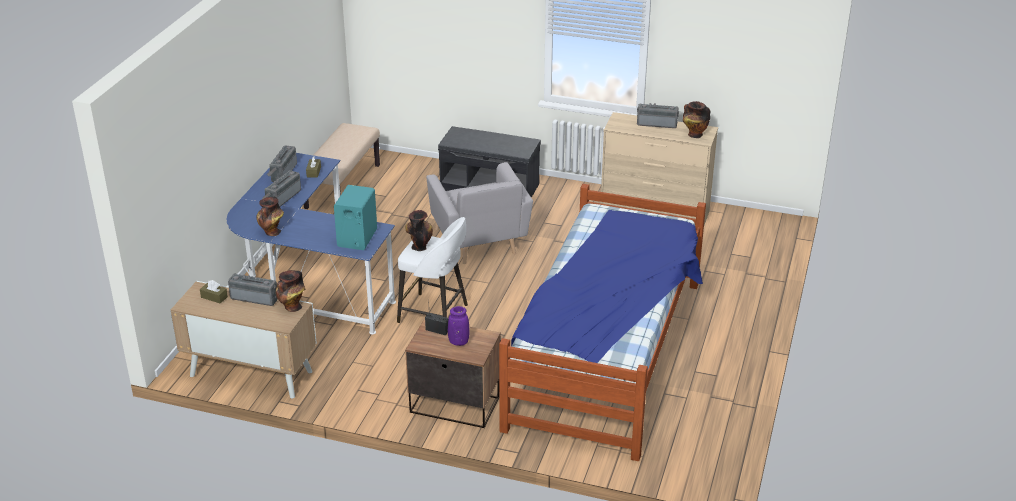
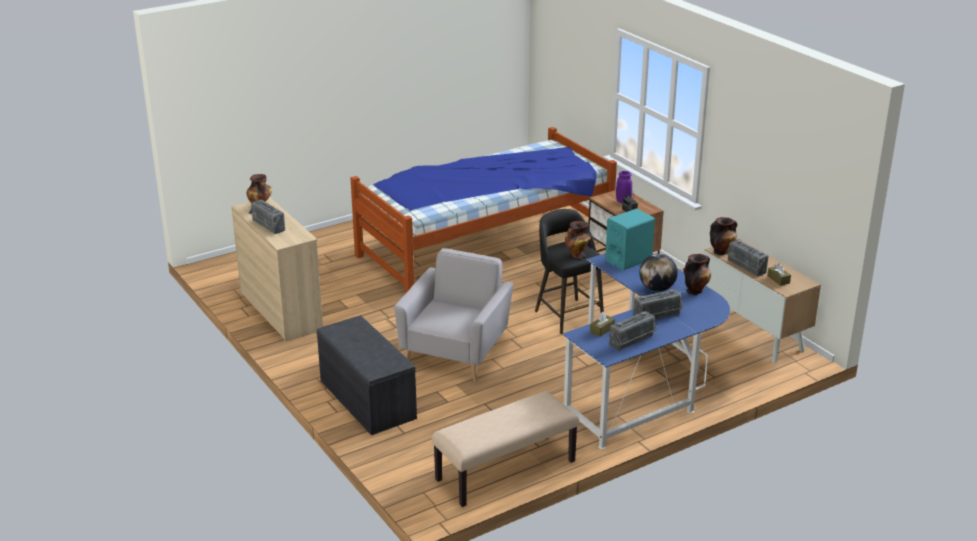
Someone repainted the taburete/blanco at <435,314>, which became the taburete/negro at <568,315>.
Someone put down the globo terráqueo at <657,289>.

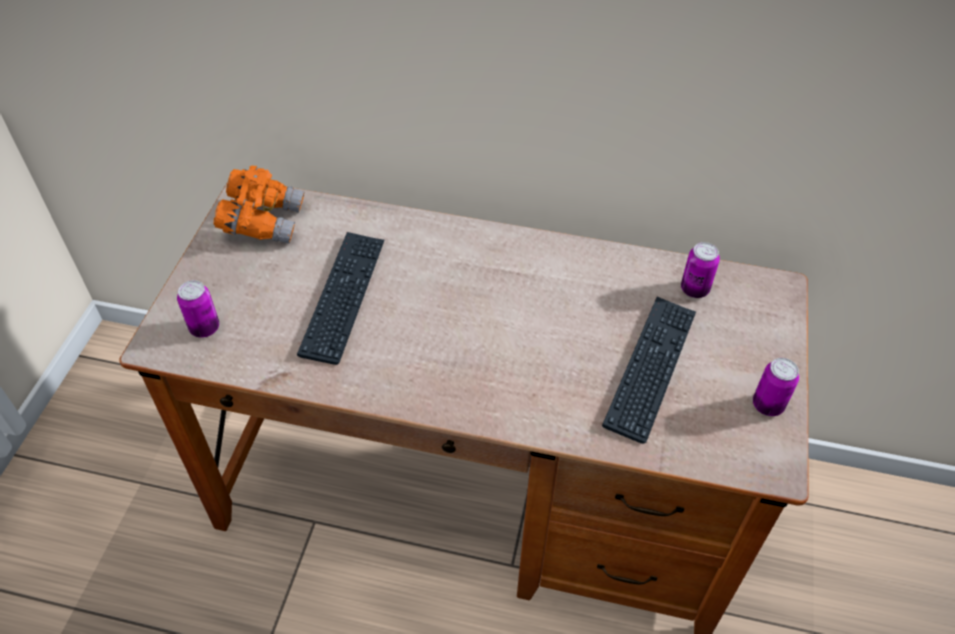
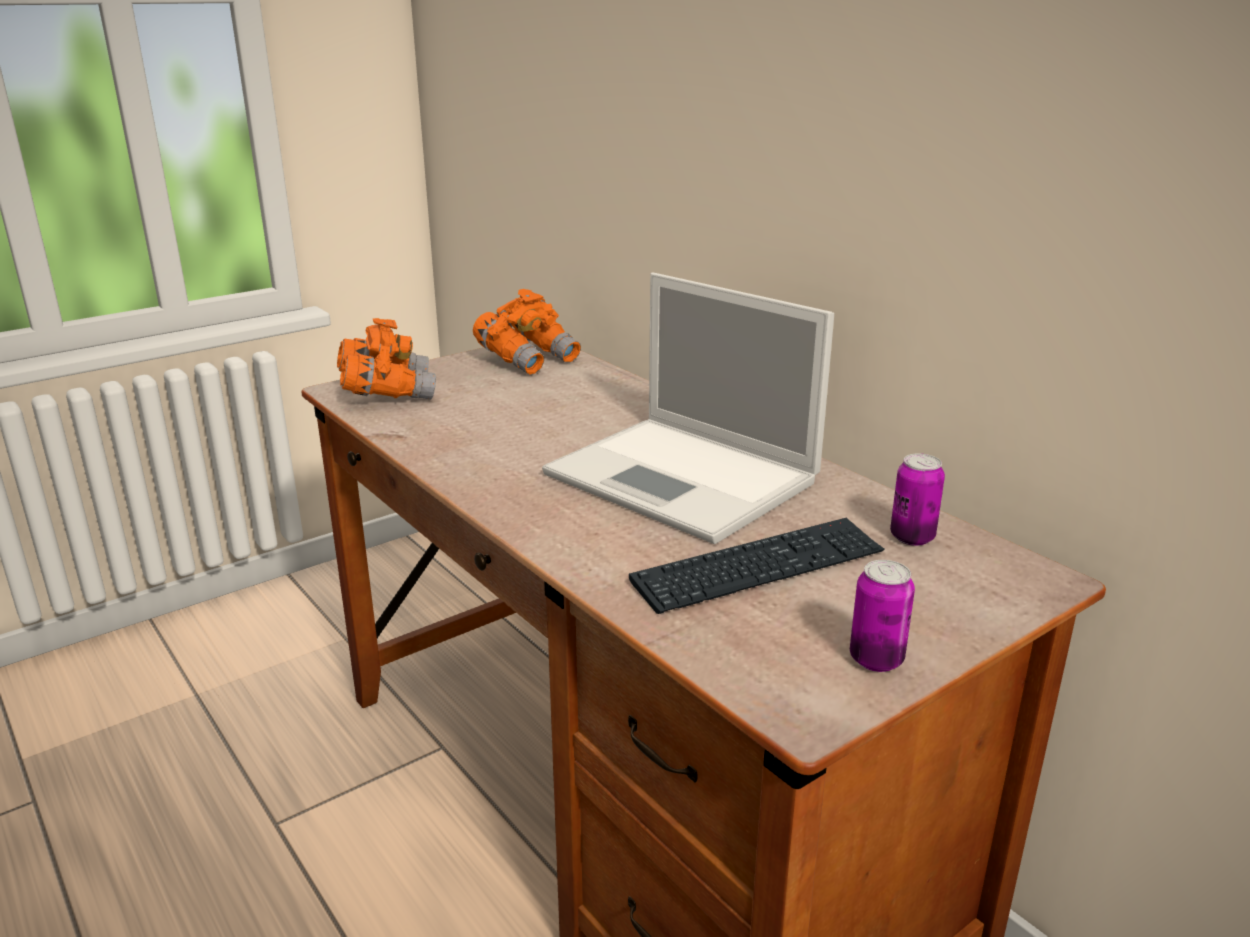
Someone took away the teclado at <343,297>.
Someone swapped the lata at <204,328> for the prismáticos/naranja at <387,393>.
Someone put down the portátil at <685,479>.

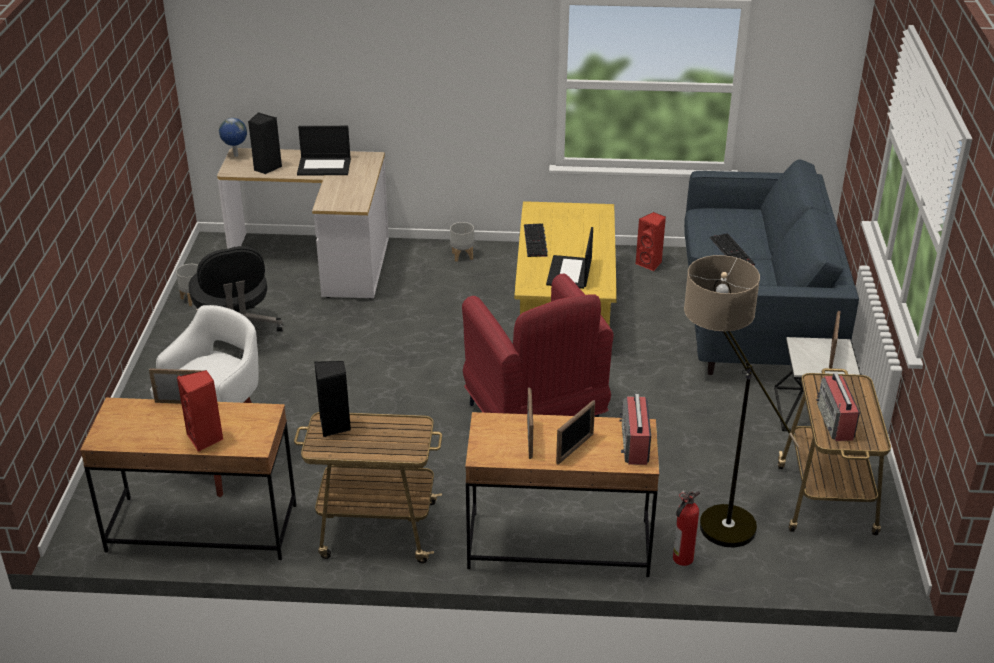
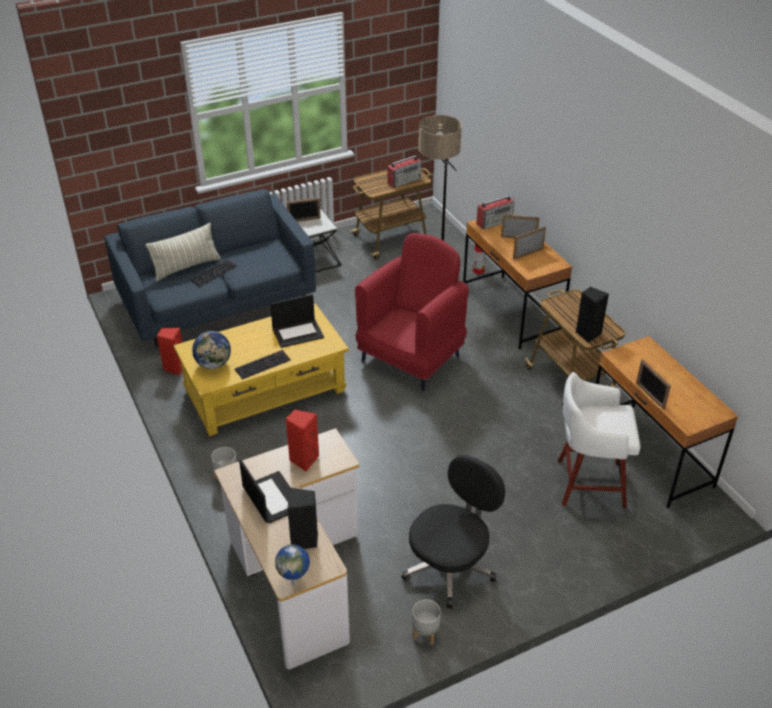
Someone carried the altavoz/rojo from <205,439> to <303,459>.
Someone put down the cojín at <186,267>.
Someone put down the globo terráqueo at <214,364>.

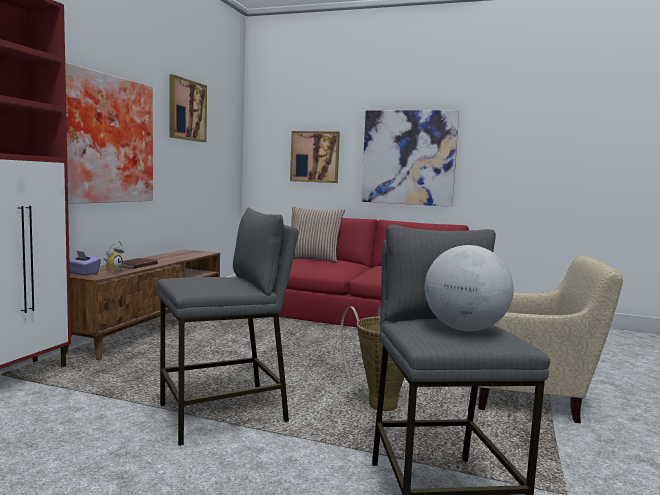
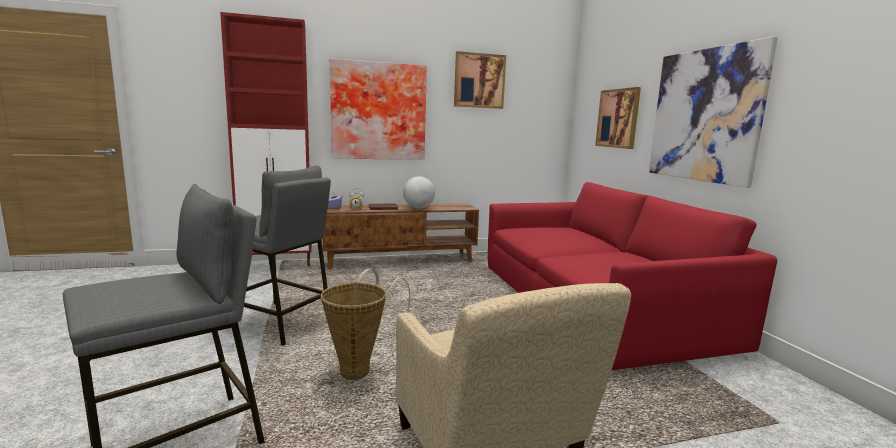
Someone took away the cojín at <312,259>.
Someone carried the globo terráqueo from <464,329> to <418,208>.

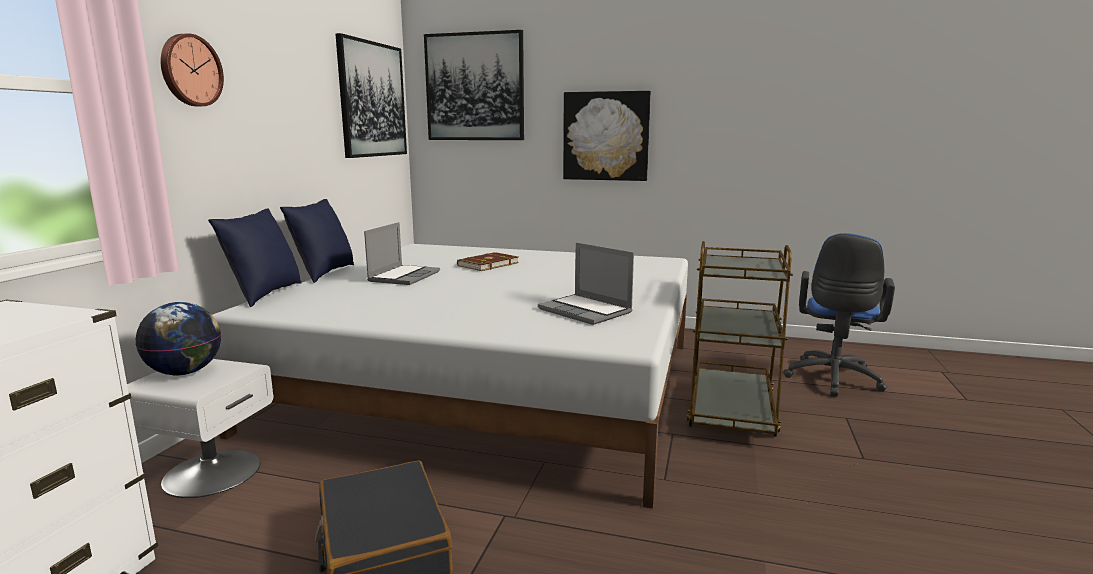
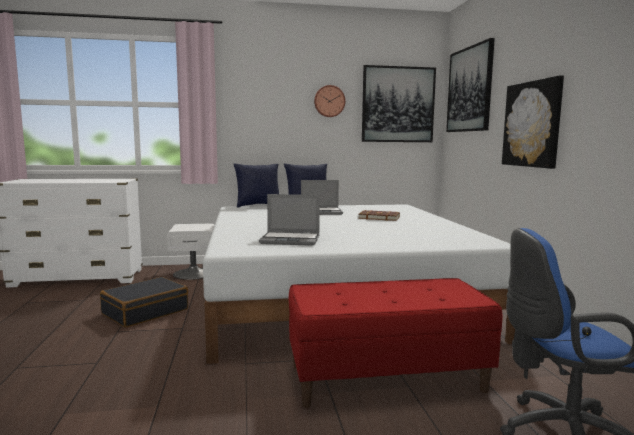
Someone carried the reloj de pared from <190,70> to <329,101>.
Someone swapped the carrito/marrón at <731,412> for the banco/rojo at <386,378>.
Someone rotated the portátil at <586,311> by 105 degrees counterclockwise.
Someone took away the globo terráqueo at <185,372>.

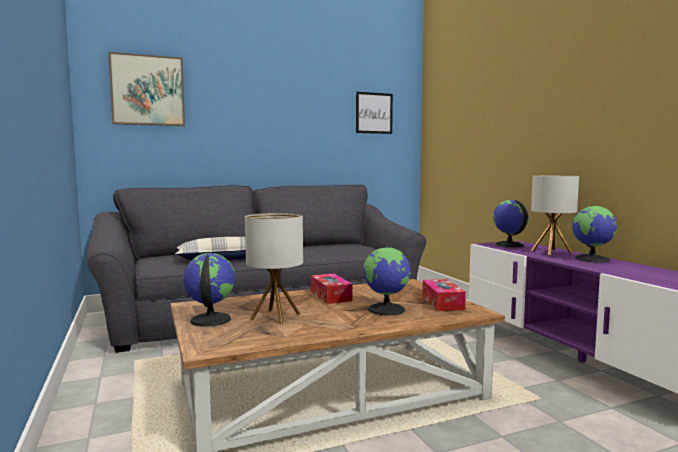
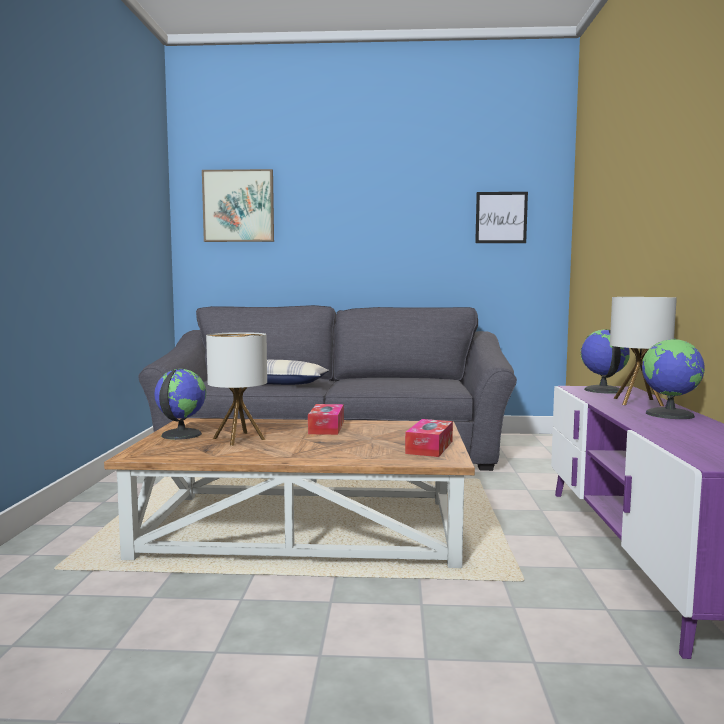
Someone took away the globo terráqueo at <387,309>.

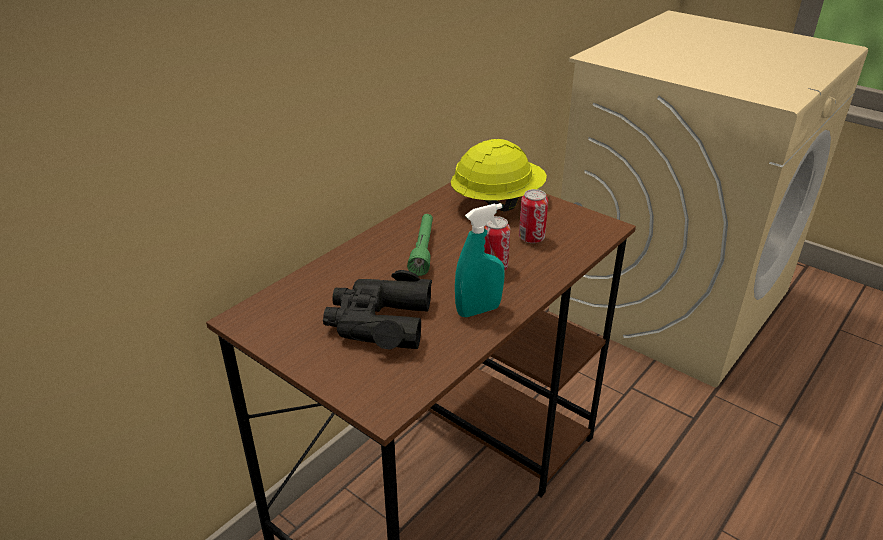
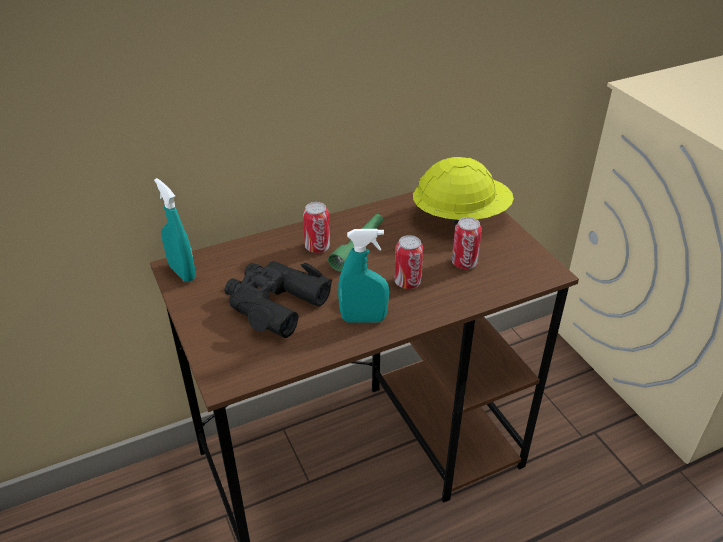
Someone put down the pulverizador/turquesa at <182,272>.
Someone put down the lata at <317,247>.

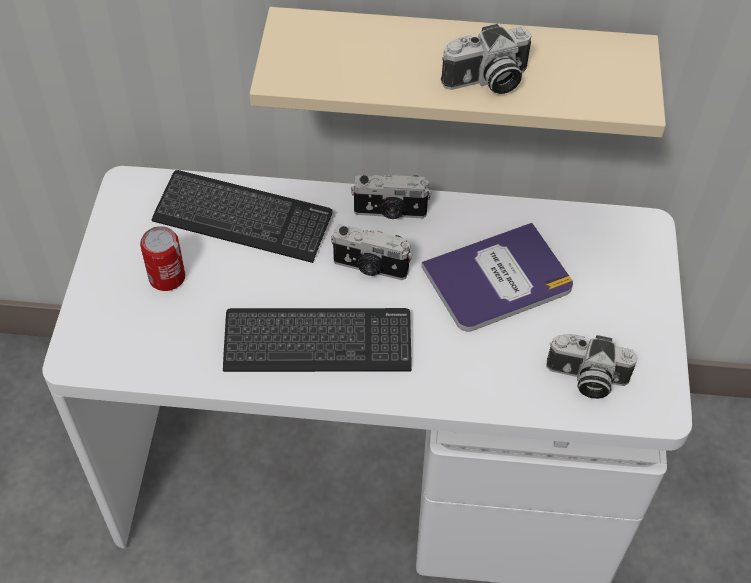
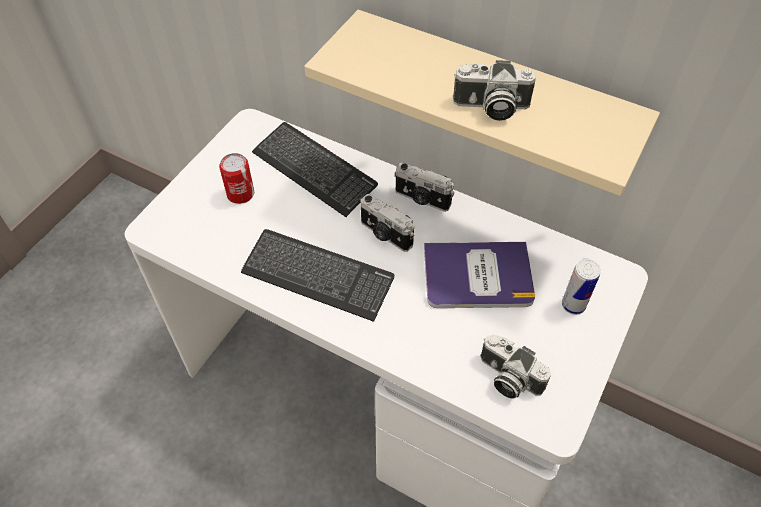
Someone put down the lata at <573,305>.

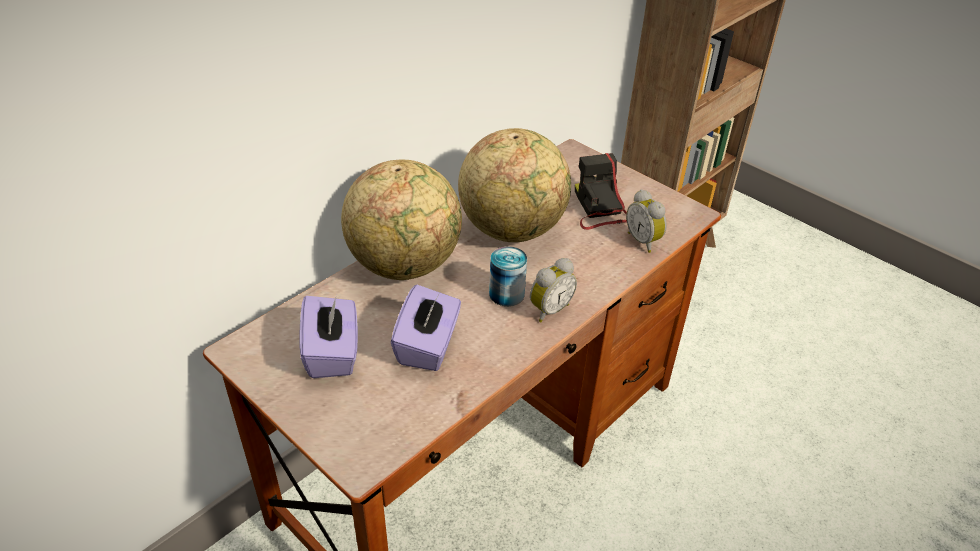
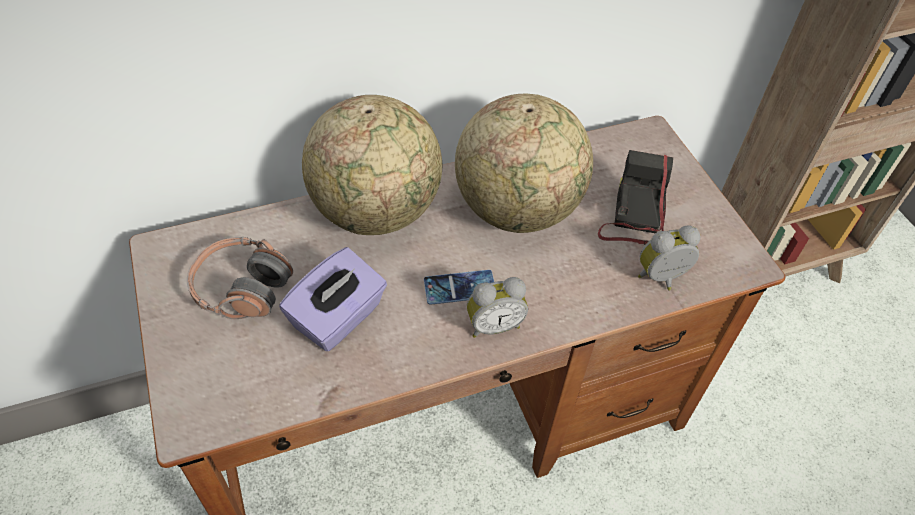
Someone rotated the despertador at <644,241> by 75 degrees clockwise.
Someone swapped the lata at <506,294> for the móvil at <460,287>.
Someone swapped the caja de pañuelos/morado at <333,353> for the auriculares at <242,288>.

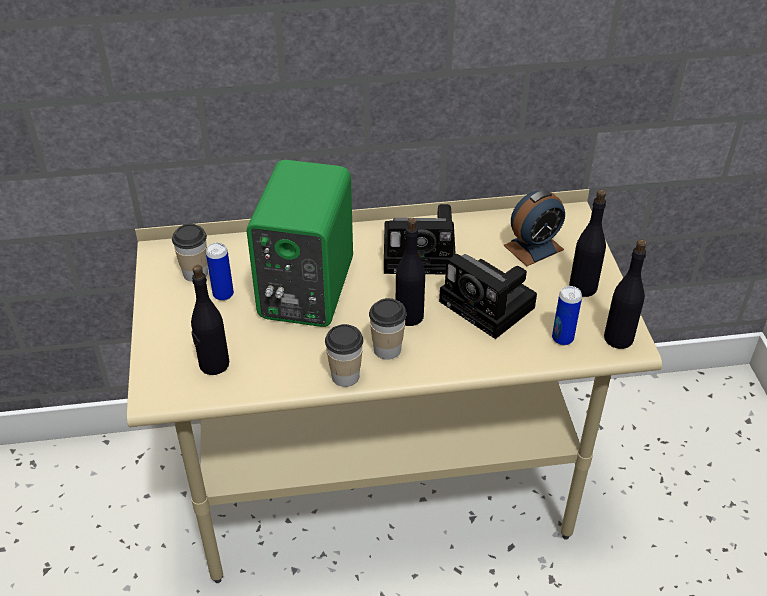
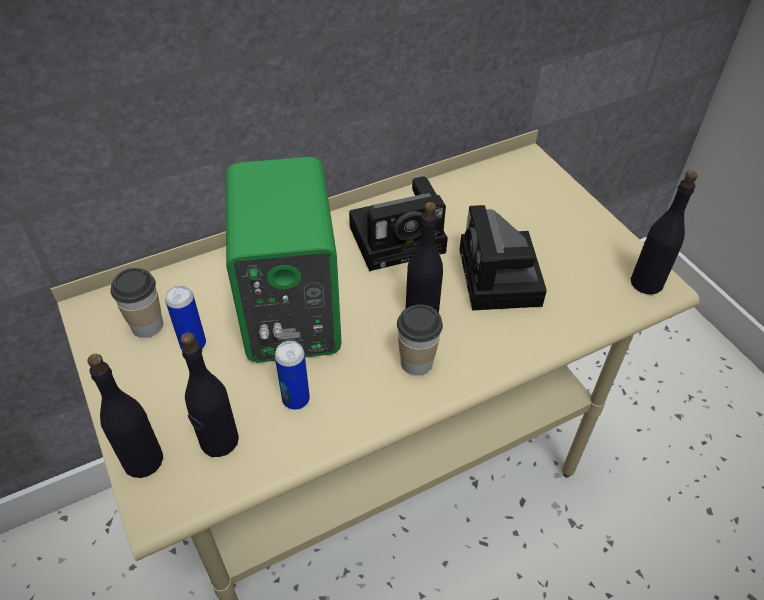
Someone took away the despertador at <533,247>.
Someone carried the botella/negro from <583,287> to <143,460>.
Someone rotated the cámara at <490,306> by 60 degrees clockwise.
Someone carried the lata from <562,338> to <296,399>.
Someone took away the taza at <345,376>.

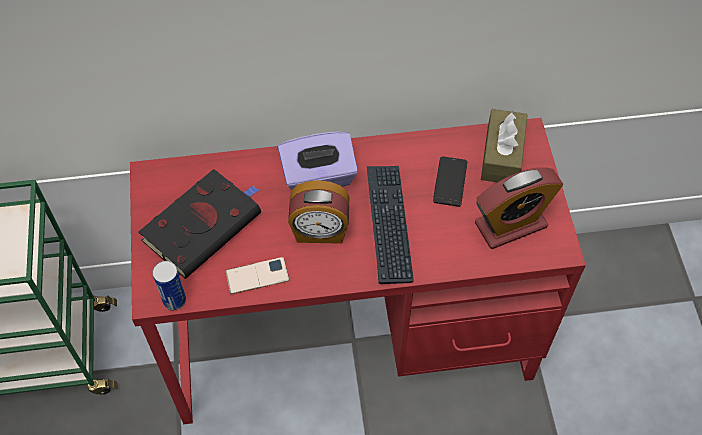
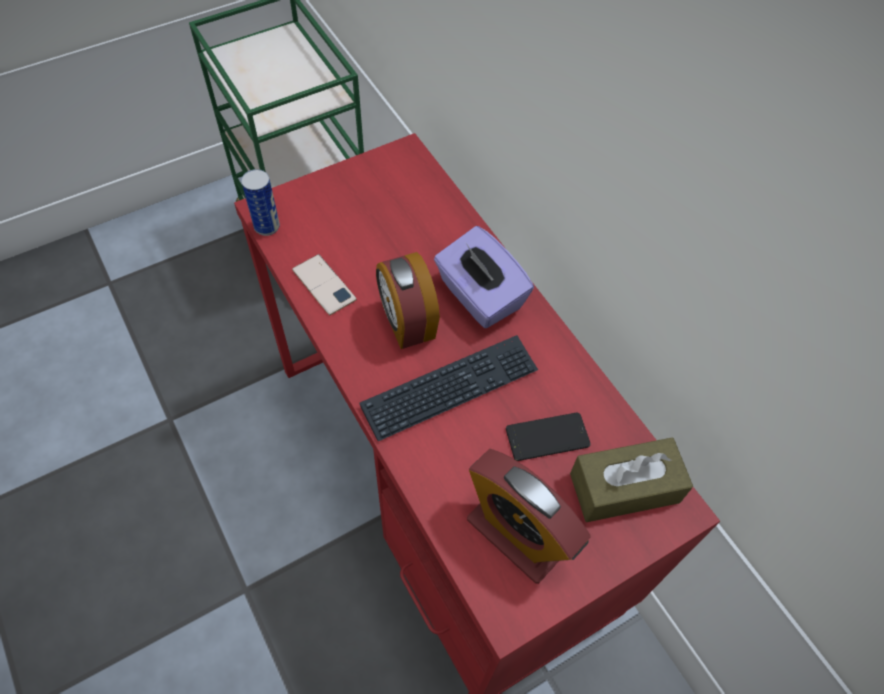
Someone took away the libro/negro at <204,225>.

